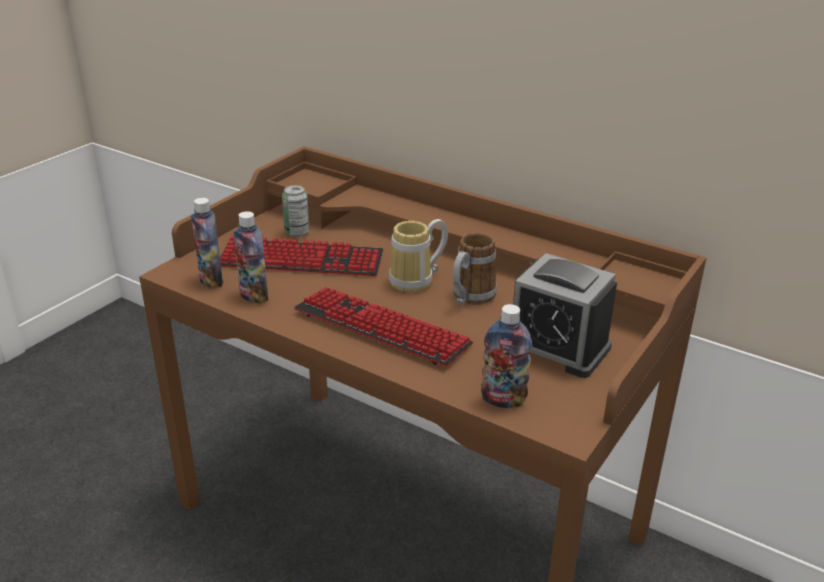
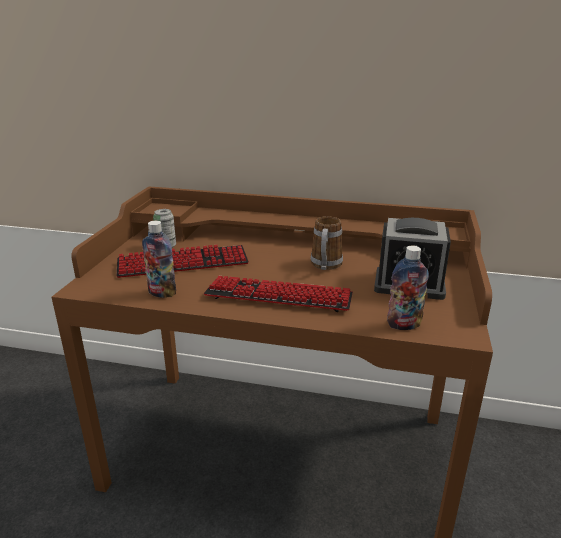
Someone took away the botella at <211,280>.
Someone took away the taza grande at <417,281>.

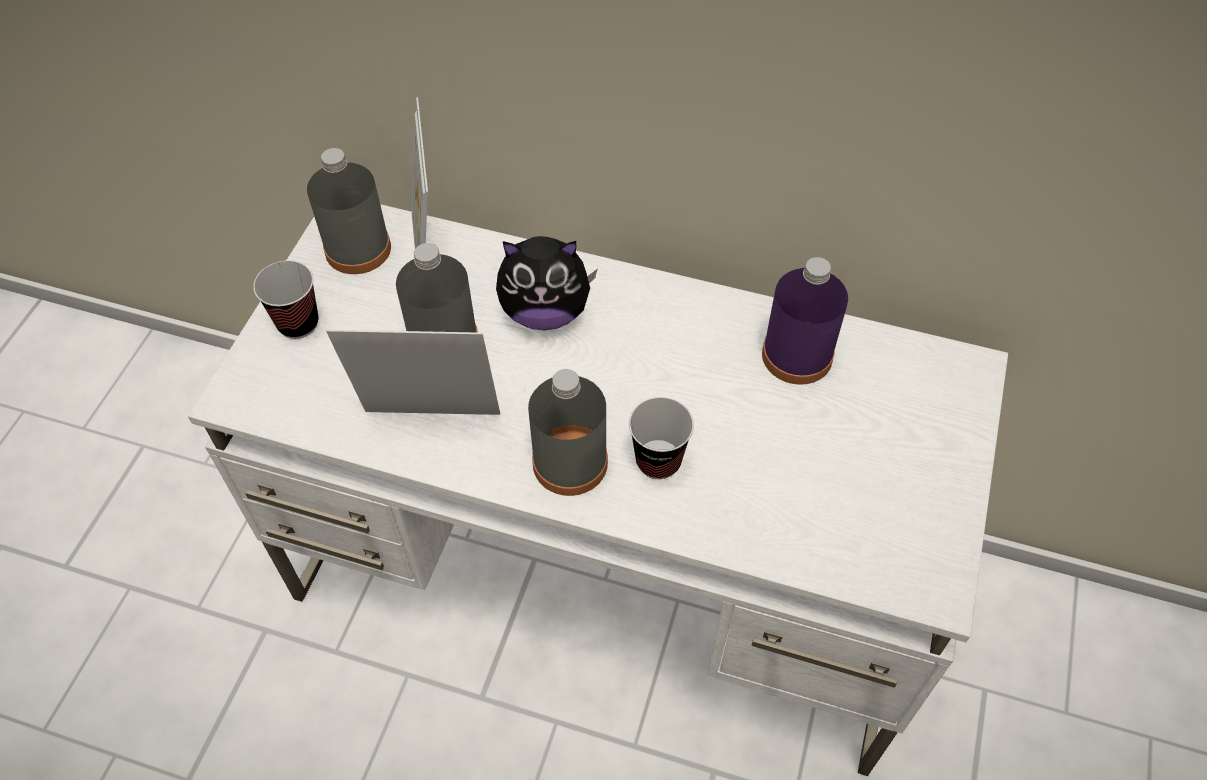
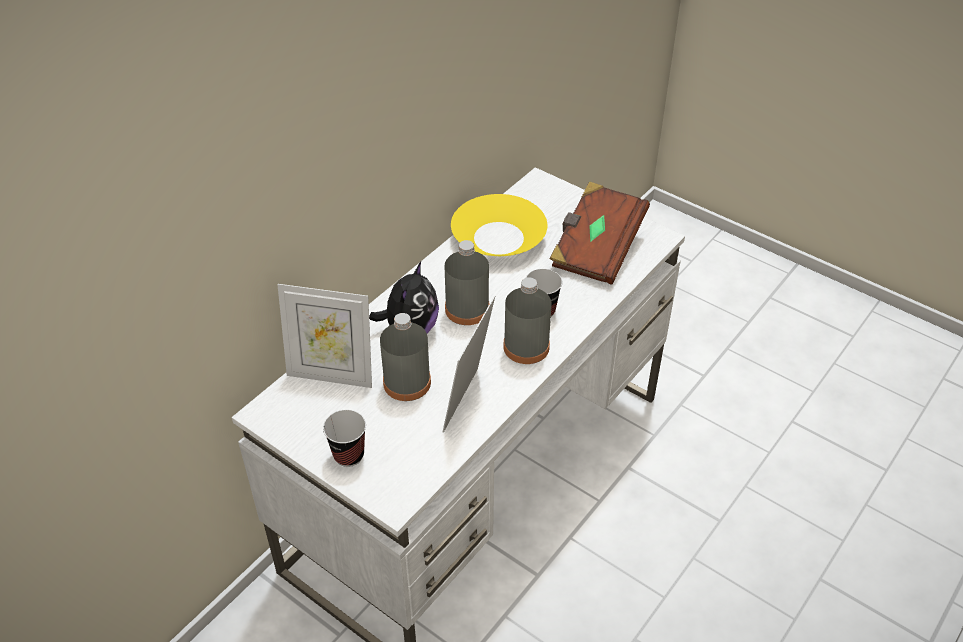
Someone carried the botella/gris from <358,249> to <467,309>.
Someone swapped the botella/morado at <797,355> for the cuenco/amarillo at <498,238>.
Someone put down the libro/marrón at <596,249>.

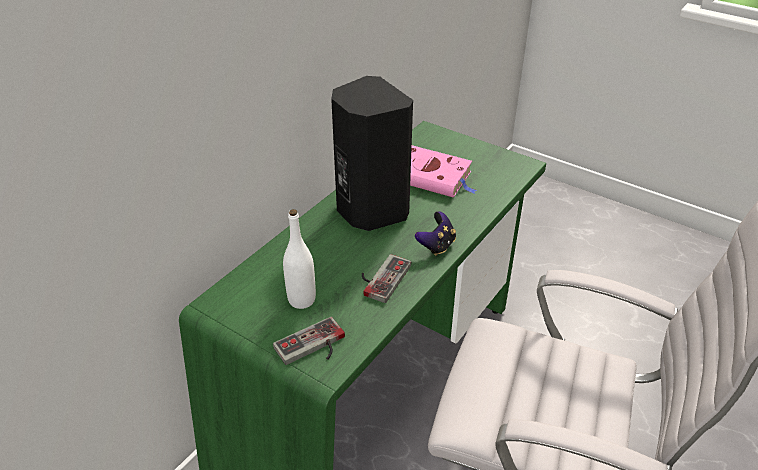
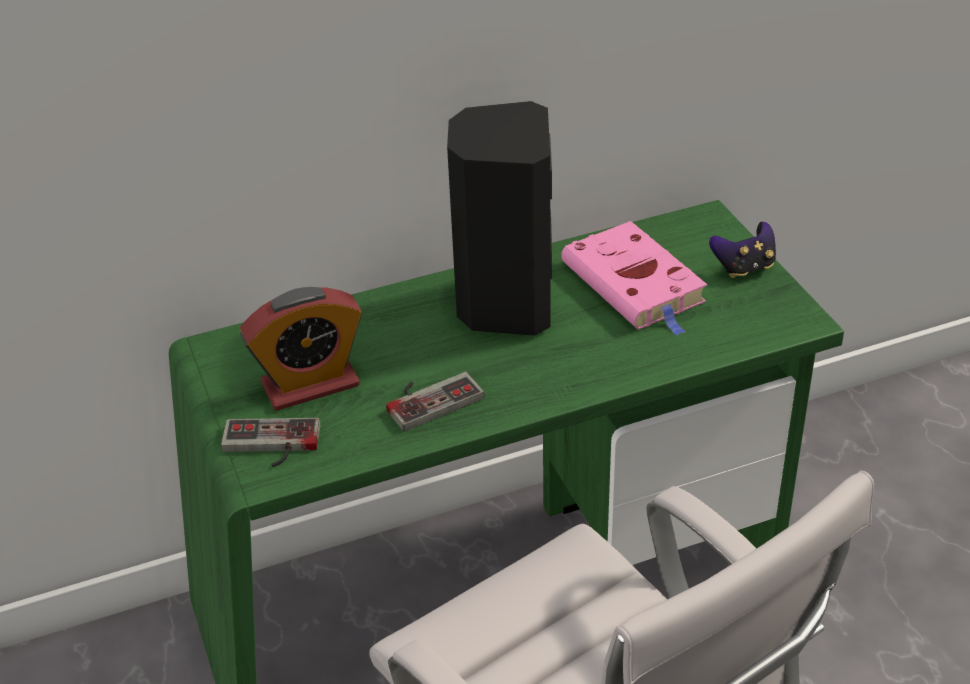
Someone swapped the botella/blanco at <301,300> for the despertador at <310,384>.
Someone carried the mando de consola from <436,246> to <744,267>.

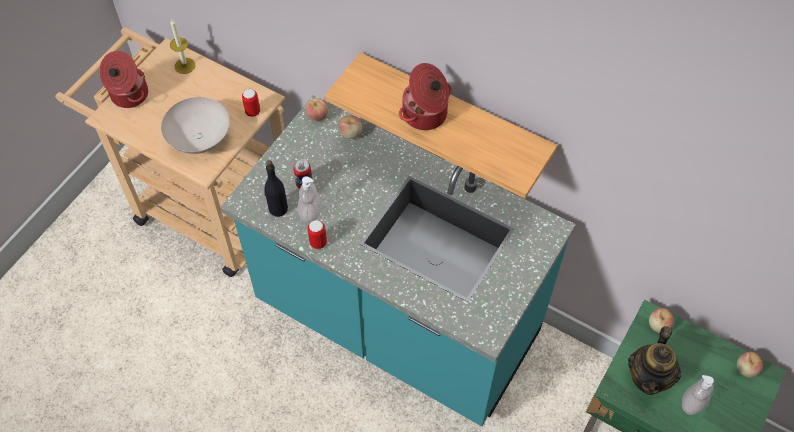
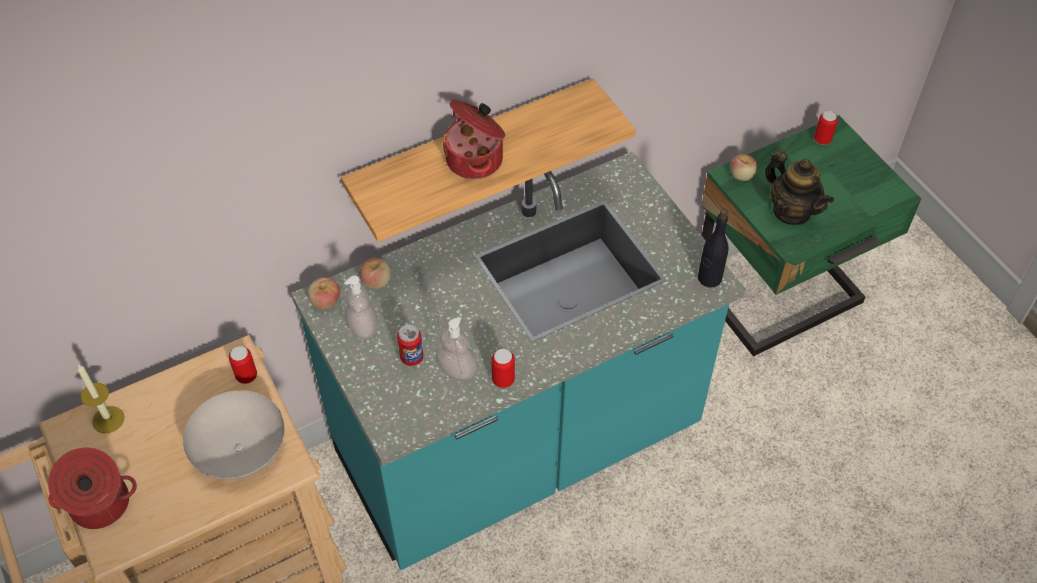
Someone carried the botella/negro from <278,209> to <709,278>.
Someone swapped the manzana at <746,369> for the lata at <822,140>.
Someone carried the dispensador de jabón from <692,403> to <362,326>.

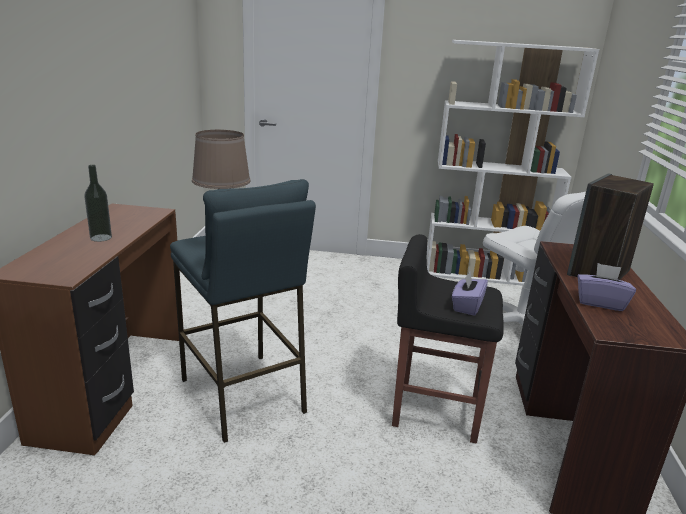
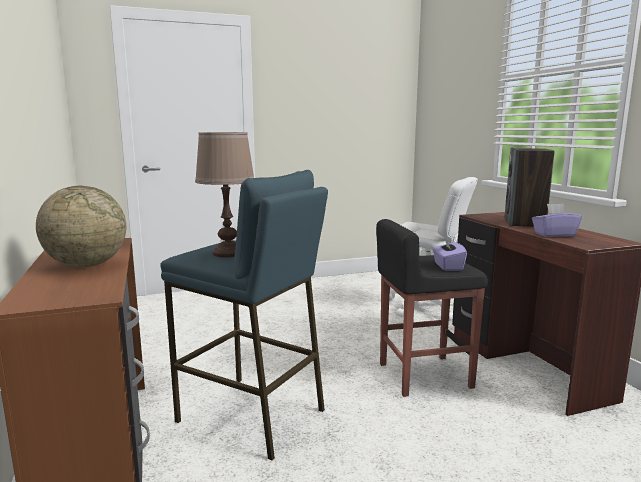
Someone took away the estantería/blanco at <484,274>.
Someone swapped the botella at <101,238> for the globo terráqueo at <86,265>.

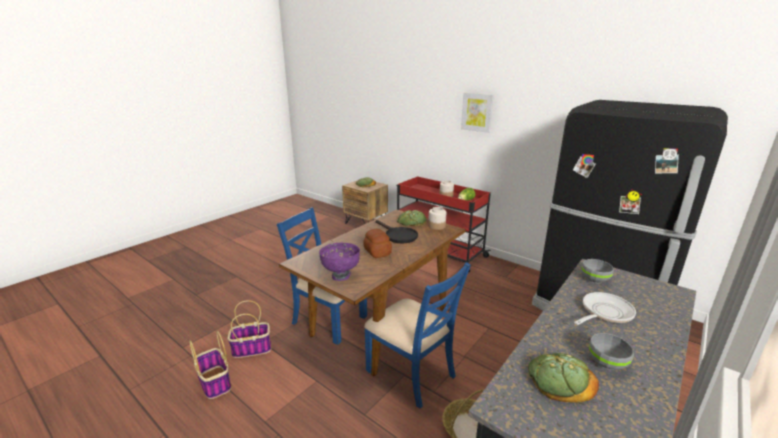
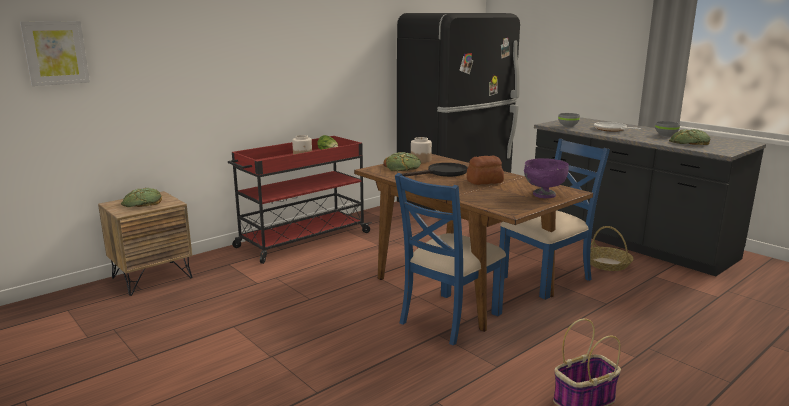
Someone carried the cuadro from <477,112> to <55,53>.
Someone took away the cesta at <252,348>.

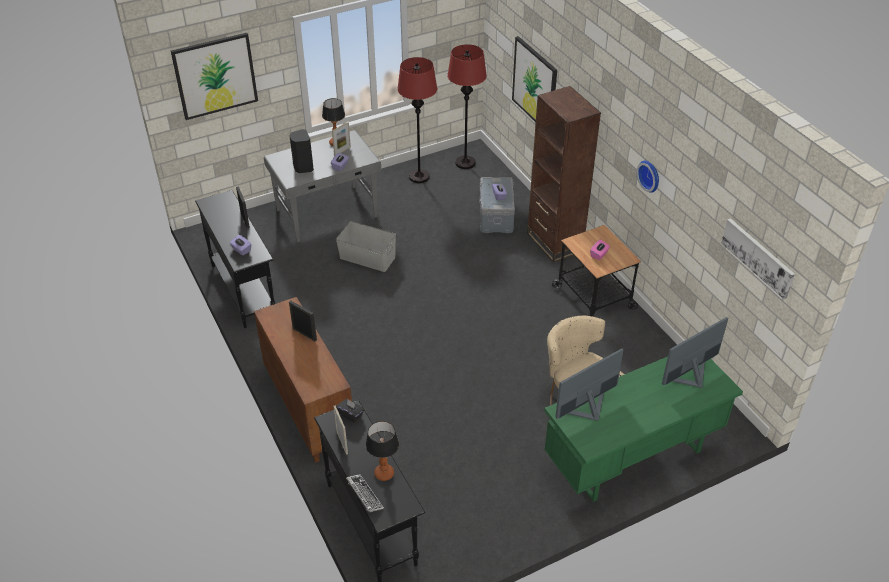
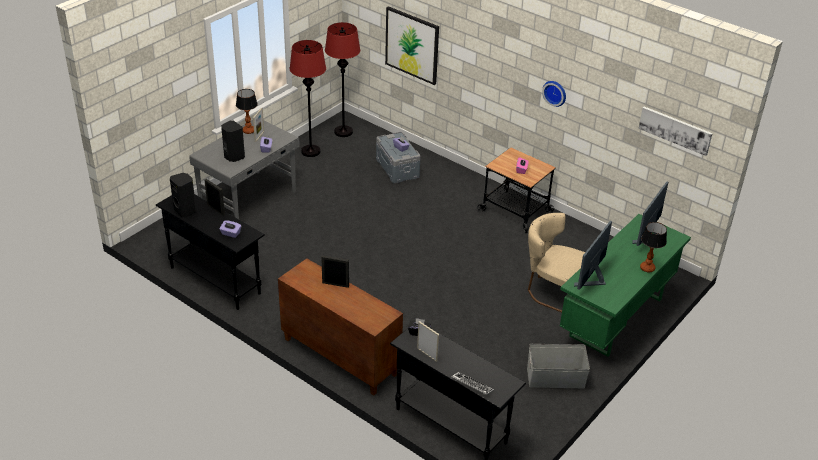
Someone took away the cuadro at <215,76>.
Someone took away the estantería/marrón at <554,242>.
Someone carried the caja de almacenaje/gris from <367,257> to <555,378>.
Someone carried the lámpara de mesa from <384,473> to <647,268>.
Someone put down the altavoz/negro at <186,211>.

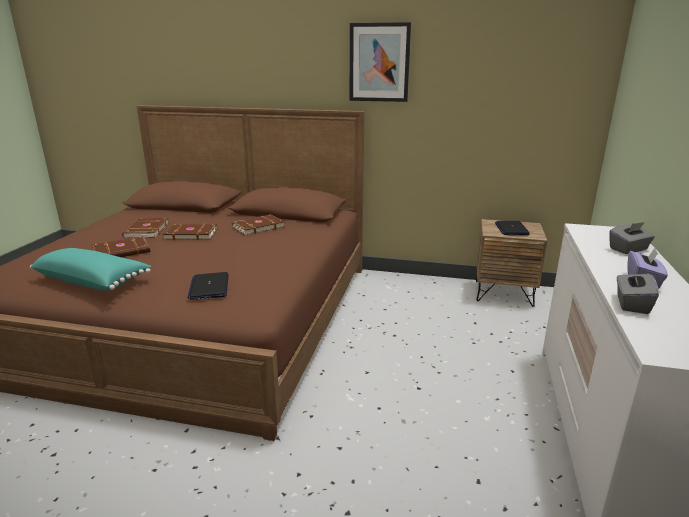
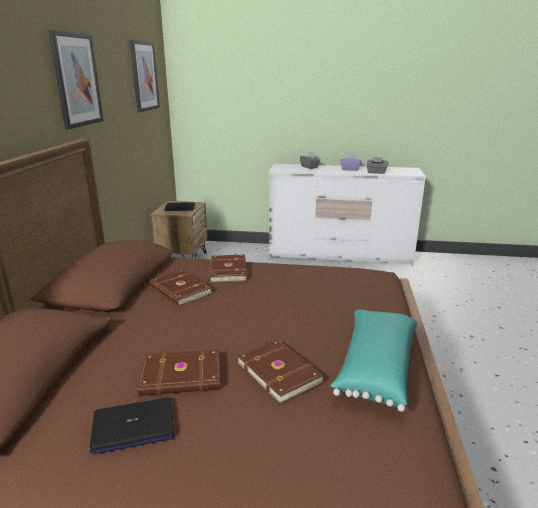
Someone carried the libro/marrón from <191,234> to <227,271>.
Someone carried the portátil from <209,287> to <133,426>.
Someone put up the cuadro at <144,76>.

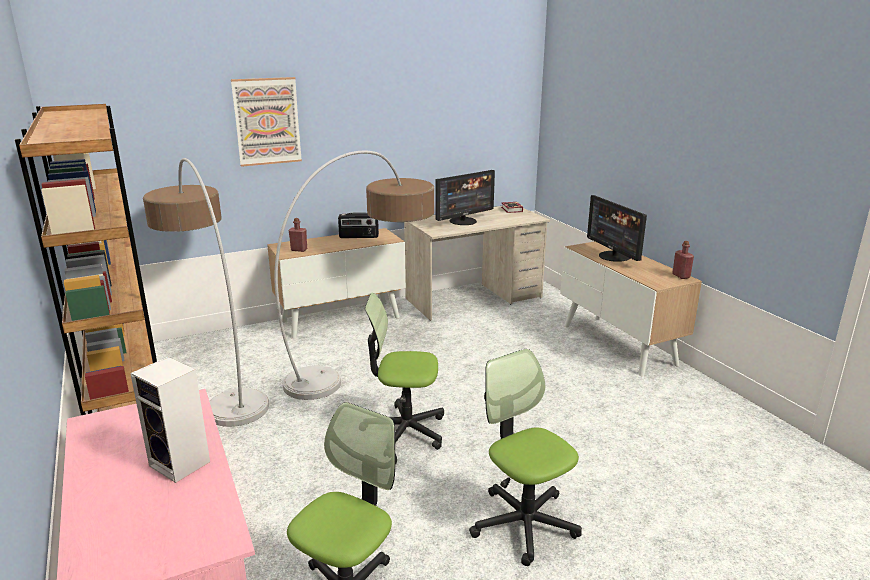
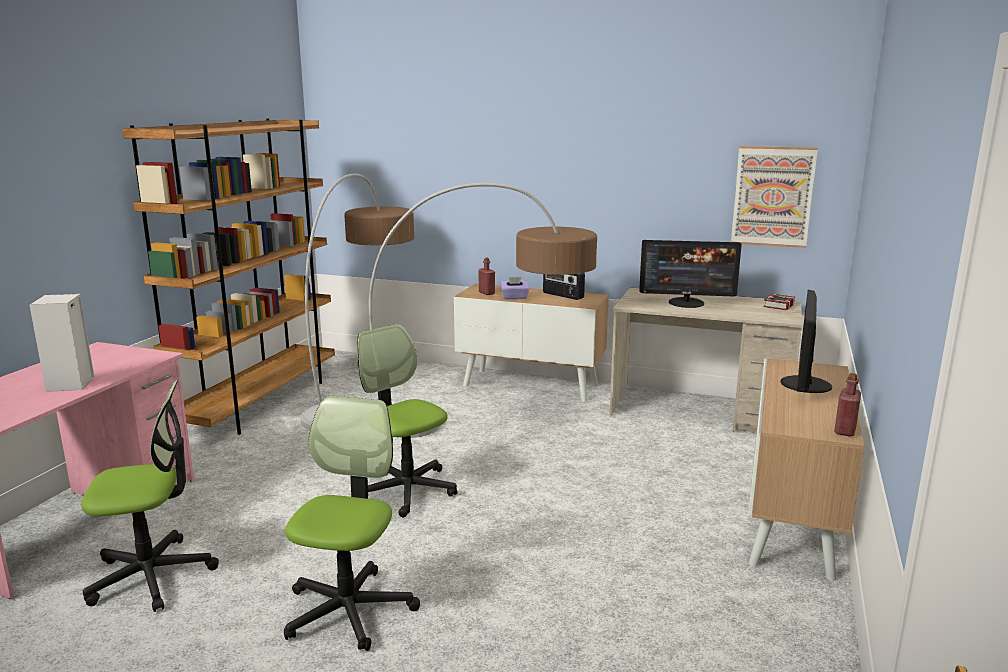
Someone carried the cuadro from <267,121> to <772,196>.
Someone put down the caja de pañuelos/morado at <514,297>.

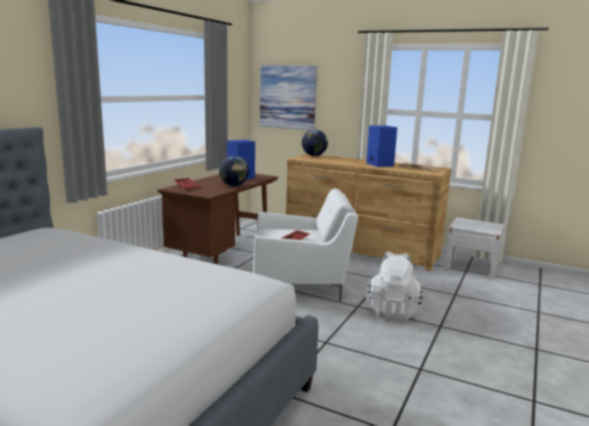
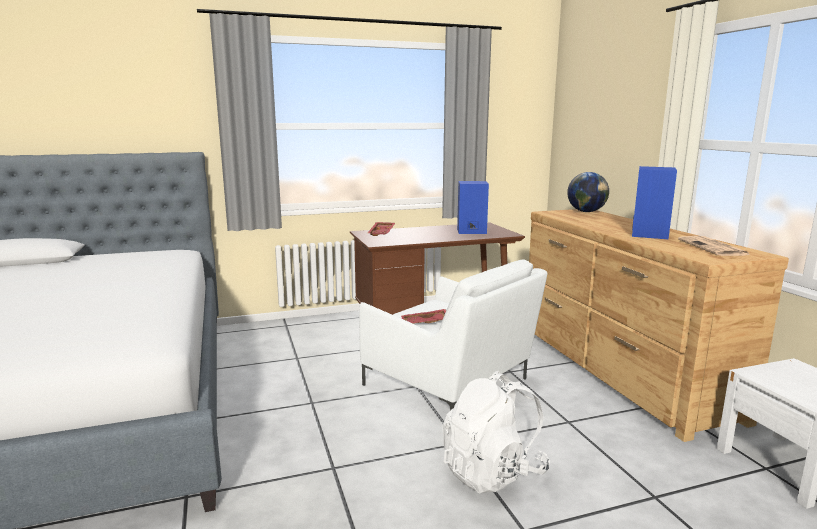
Someone took away the cuadro at <287,97>.
Someone took away the globo terráqueo at <234,185>.

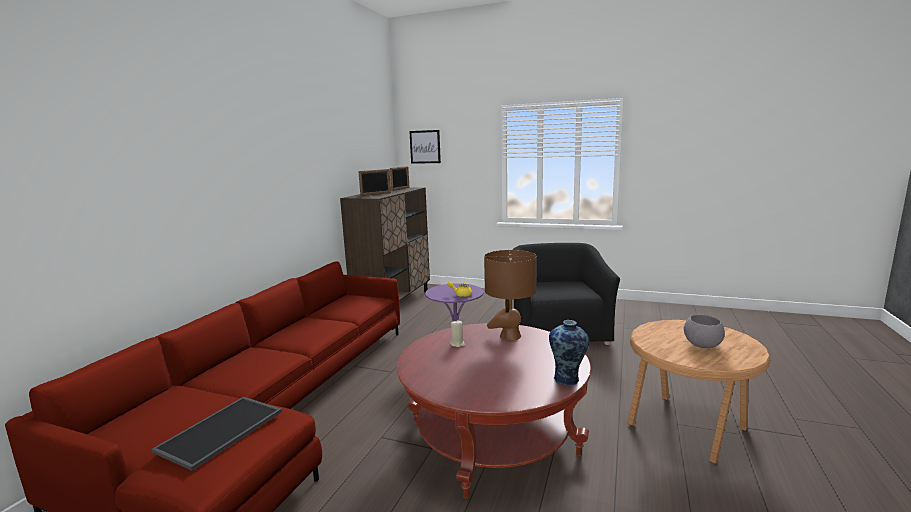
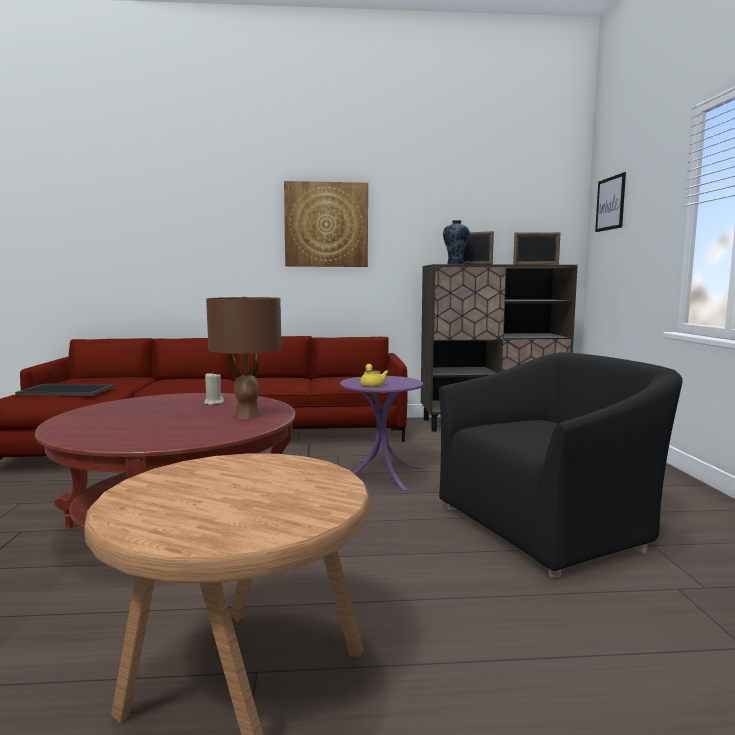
Someone took away the cuenco/gris at <701,345>.
Someone carried the florero from <567,379> to <455,264>.
Someone put up the cuadro at <326,225>.

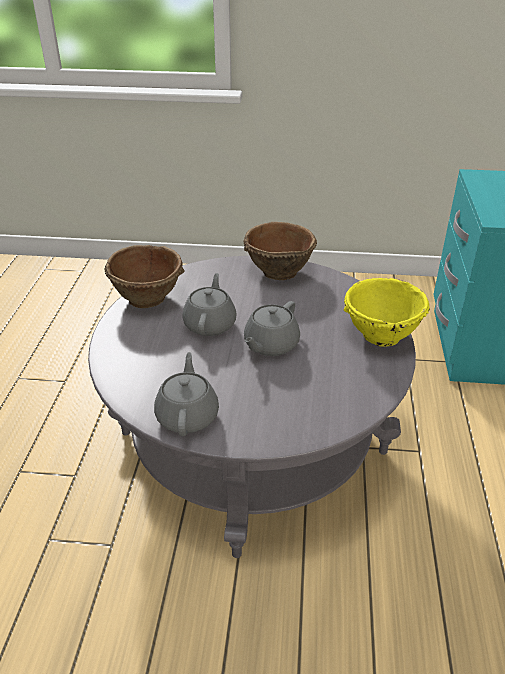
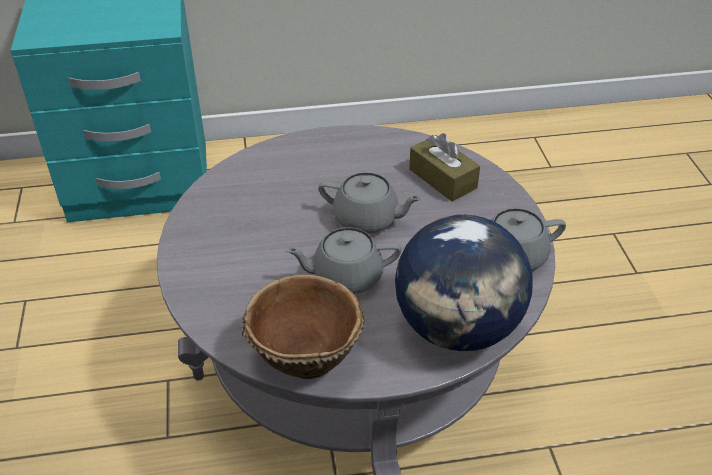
Someone took away the cuenco/marrón at <278,271>.
Someone took away the cuenco/amarillo at <380,336>.
Someone put down the caja de pañuelos/marrón at <442,179>.
Someone put down the globo terráqueo at <457,328>.

